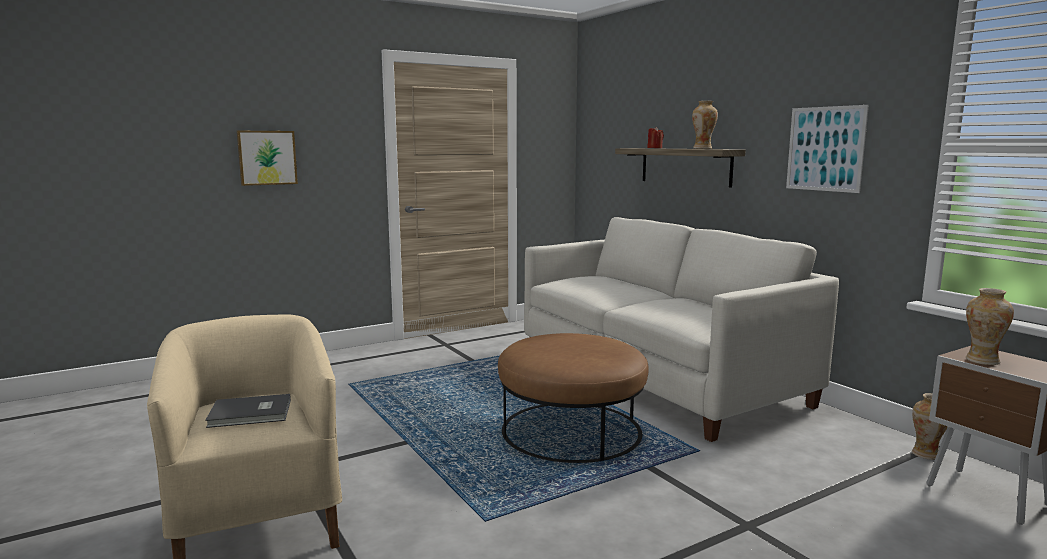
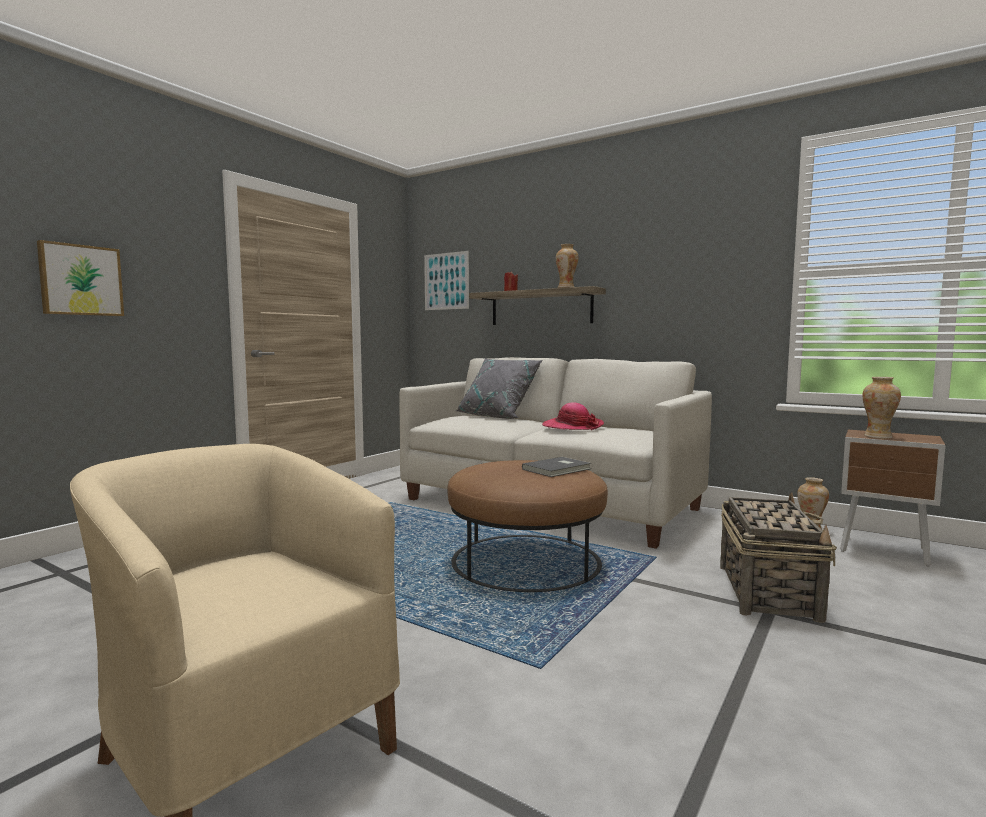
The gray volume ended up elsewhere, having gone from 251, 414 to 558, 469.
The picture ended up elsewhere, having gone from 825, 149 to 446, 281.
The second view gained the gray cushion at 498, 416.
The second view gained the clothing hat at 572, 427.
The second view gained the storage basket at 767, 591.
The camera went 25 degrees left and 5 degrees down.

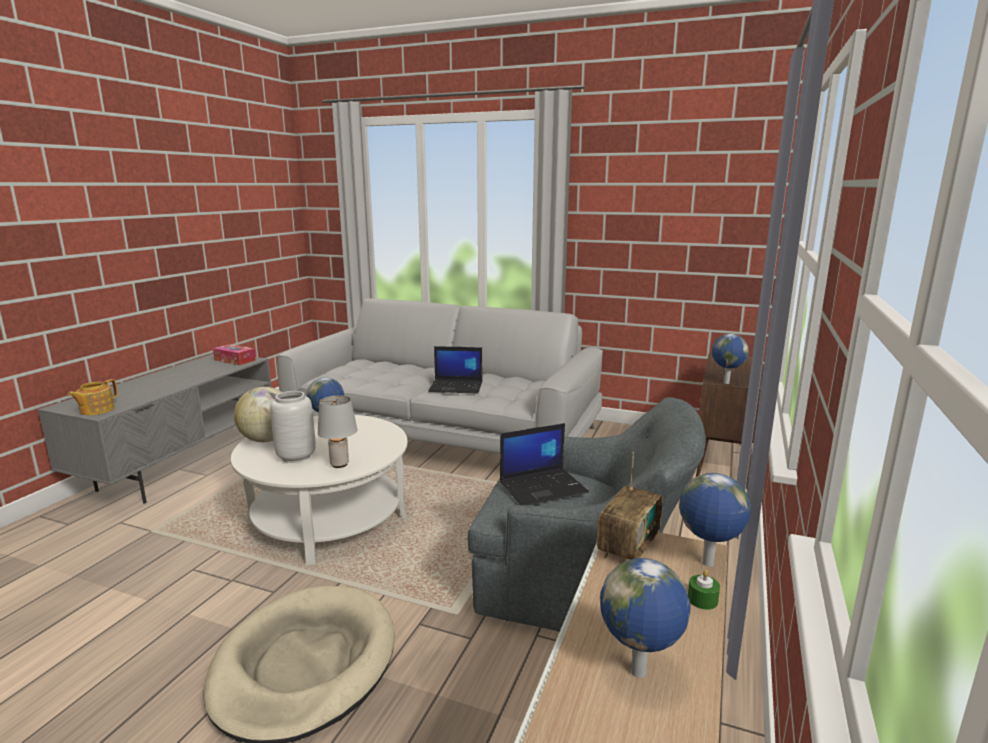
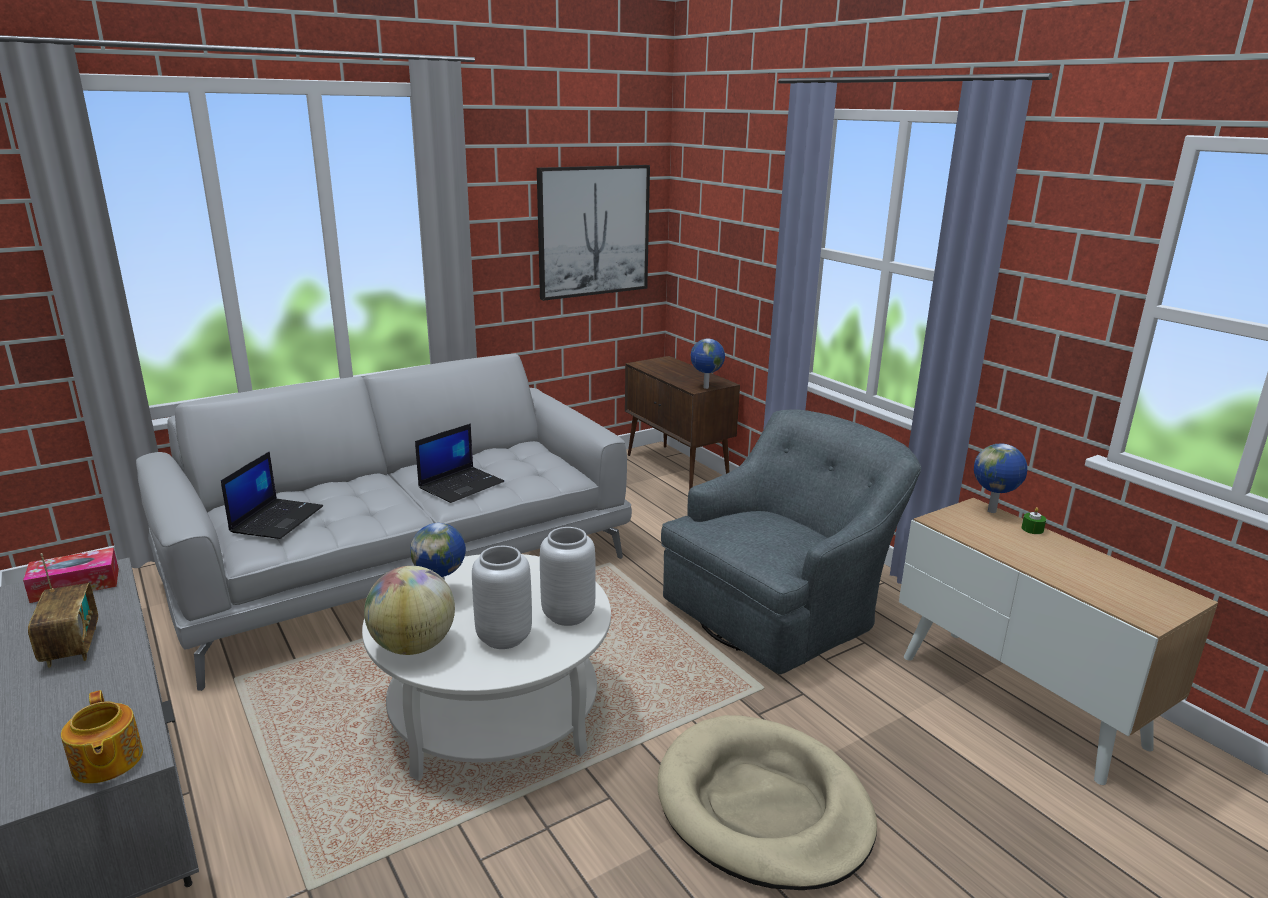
Where the gray table lamp stood at 340, 464, the gray decorative vase came to stand at 567, 615.
The notebook computer ended up elsewhere, having gone from 543, 487 to 277, 519.
The radio receiver ended up elsewhere, having gone from 628, 547 to 71, 647.
The second view lost the globe at 639, 674.
The second view gained the picture at 593, 231.
The camera went 55 degrees left and 5 degrees up.

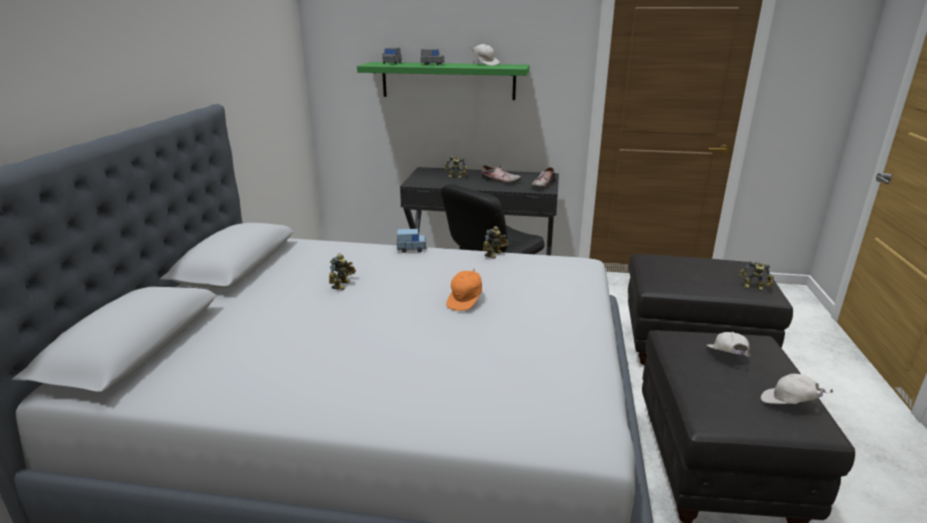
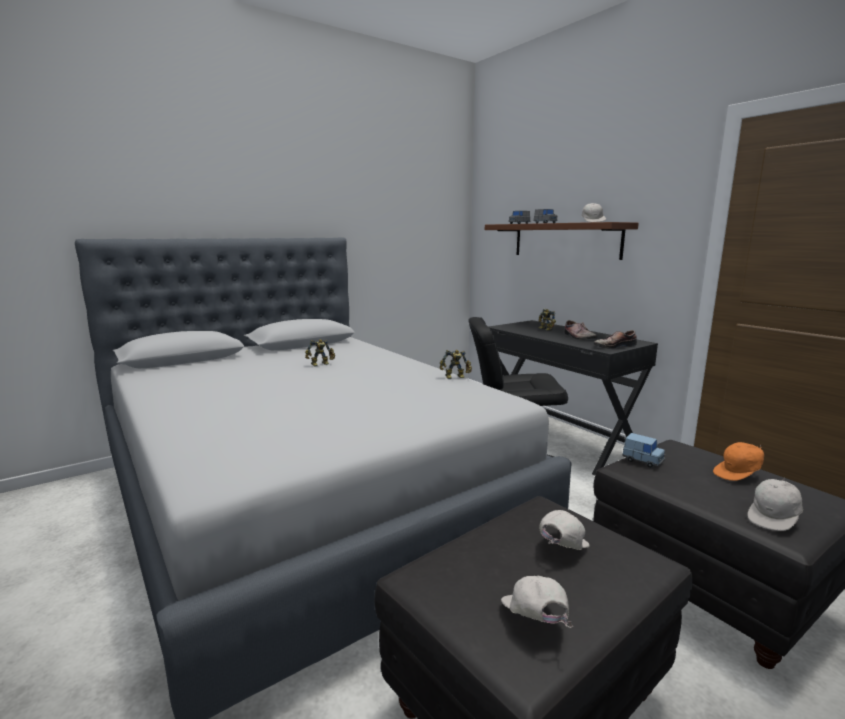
What was the green-coloured wall shelf at 448, 80 turned into the brownish wall shelf at 565, 240.
The blue toy car ended up elsewhere, having gone from 411, 249 to 642, 461.
The orangey peaked cap ended up elsewhere, having gone from 466, 301 to 739, 474.
Where the toy robot stood at 754, 287, the white-coloured peaked cap came to stand at 774, 518.
The camera went 45 degrees right and 10 degrees down.

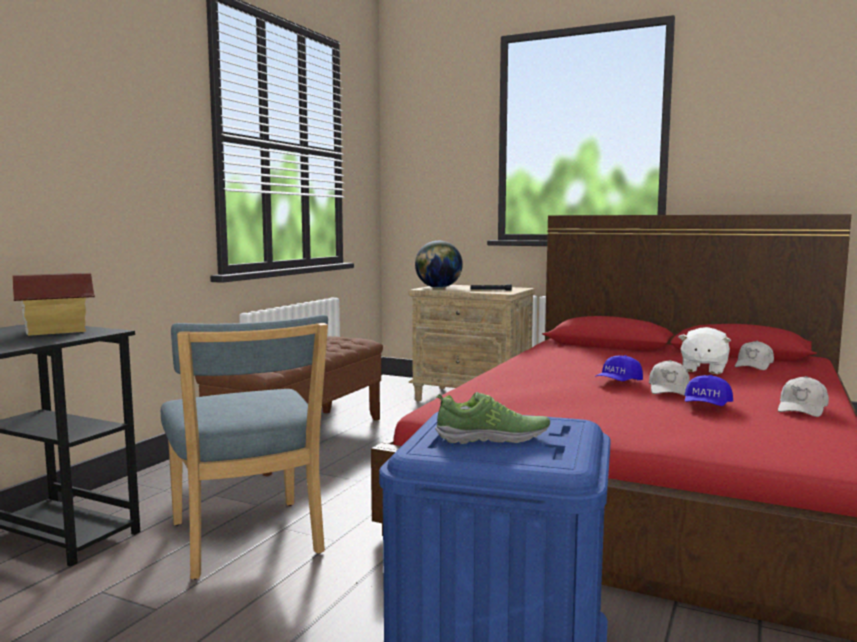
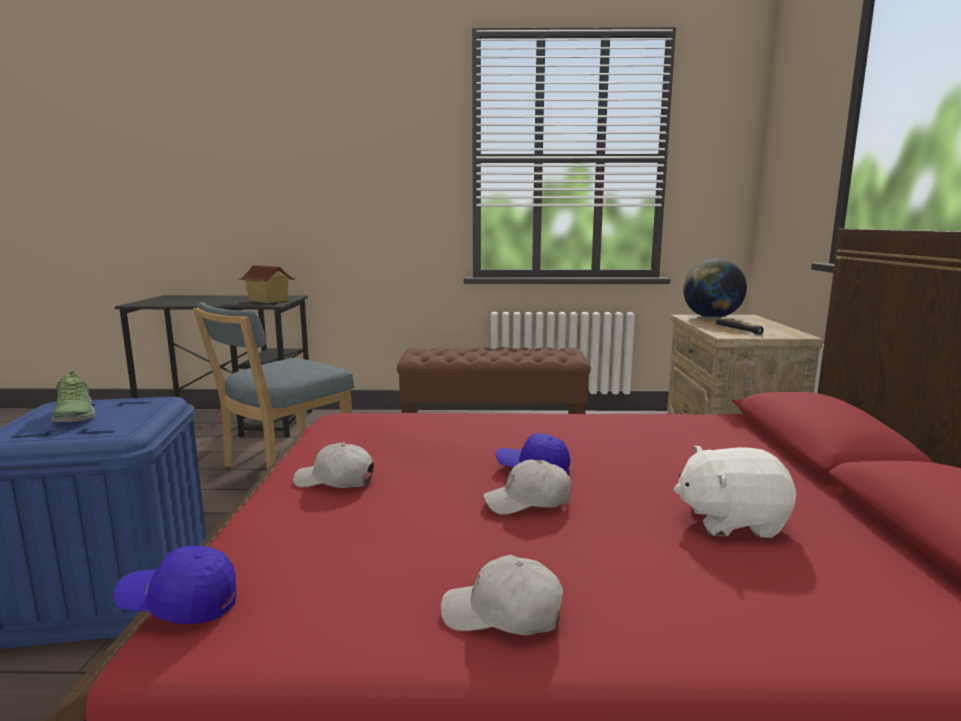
The blue peaked cap ended up elsewhere, having gone from 706, 407 to 179, 604.
The white-coloured peaked cap ended up elsewhere, having gone from 754, 365 to 335, 480.
The camera went 65 degrees right and 5 degrees up.

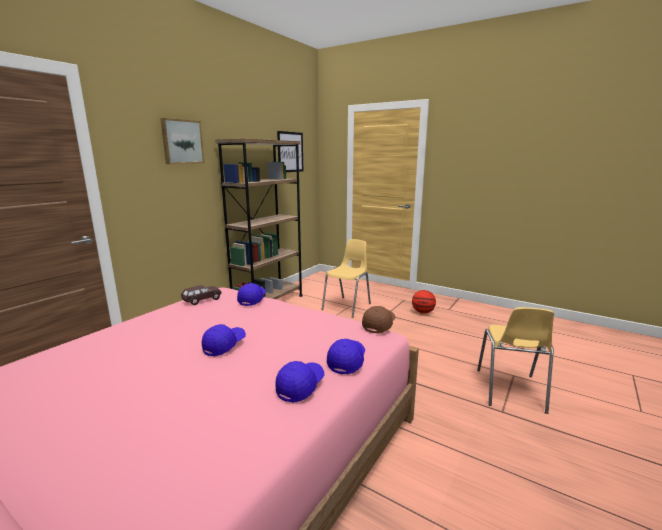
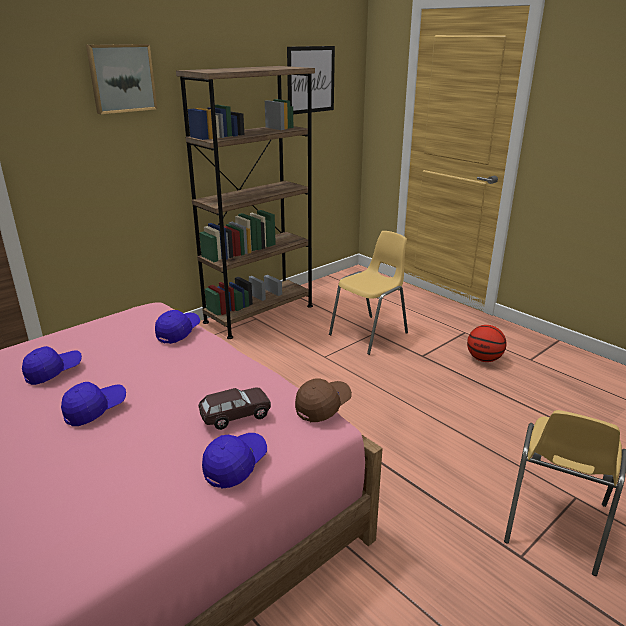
The brownish toy car ended up elsewhere, having gone from 202, 300 to 235, 416.
The blue peaked cap ended up elsewhere, having gone from 300, 386 to 53, 372.
The camera went 15 degrees right and 10 degrees up.

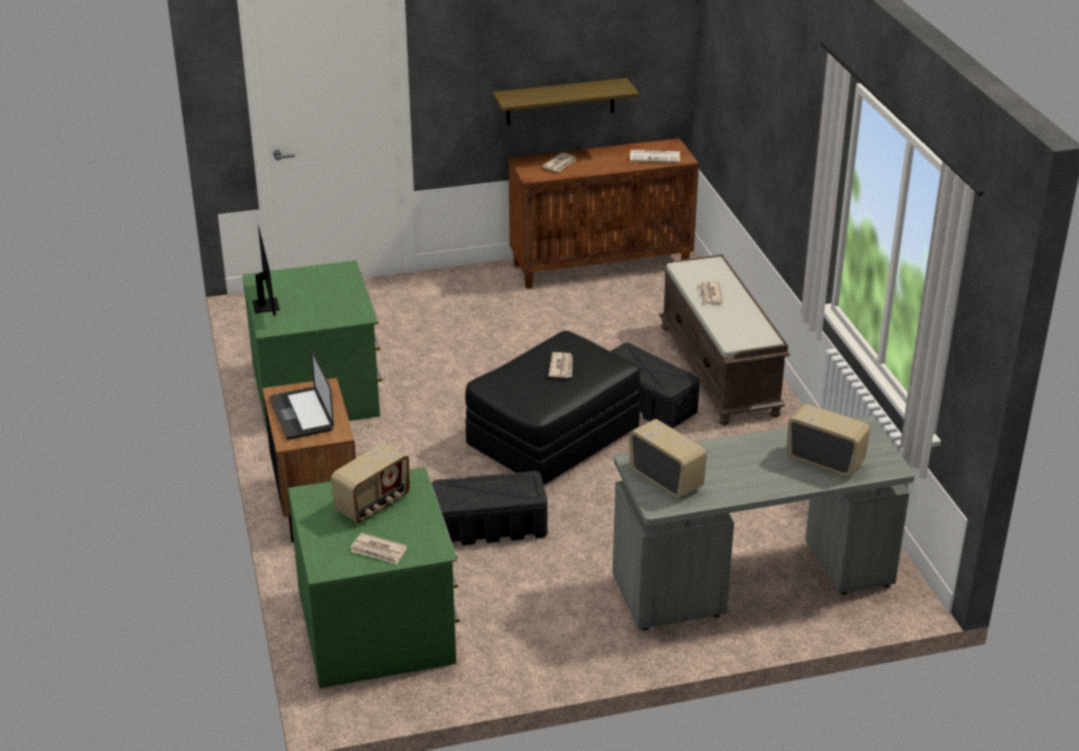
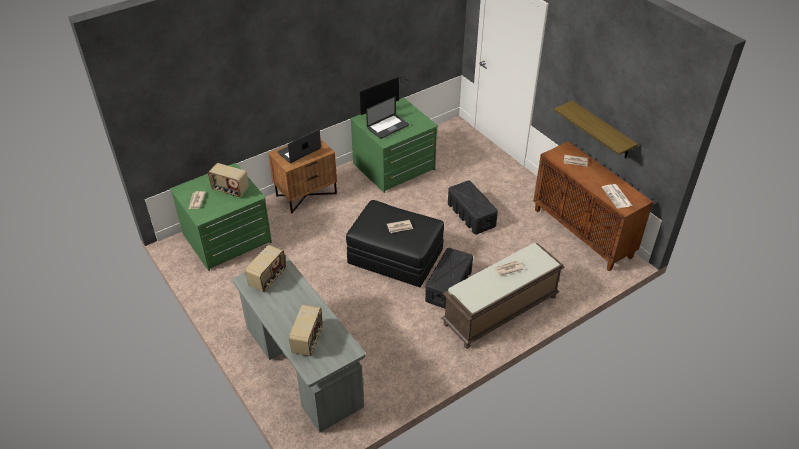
The black-coloured storage bin ended up elsewhere, having gone from 489, 527 to 471, 215.
The second view gained the notebook computer at 388, 127.
The camera went 70 degrees right and 10 degrees up.

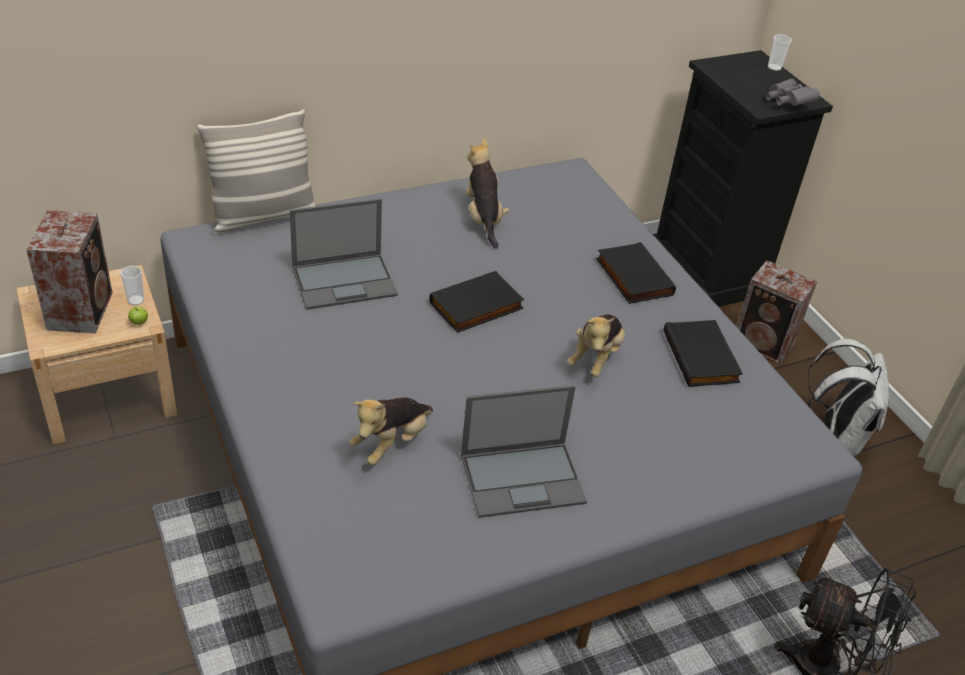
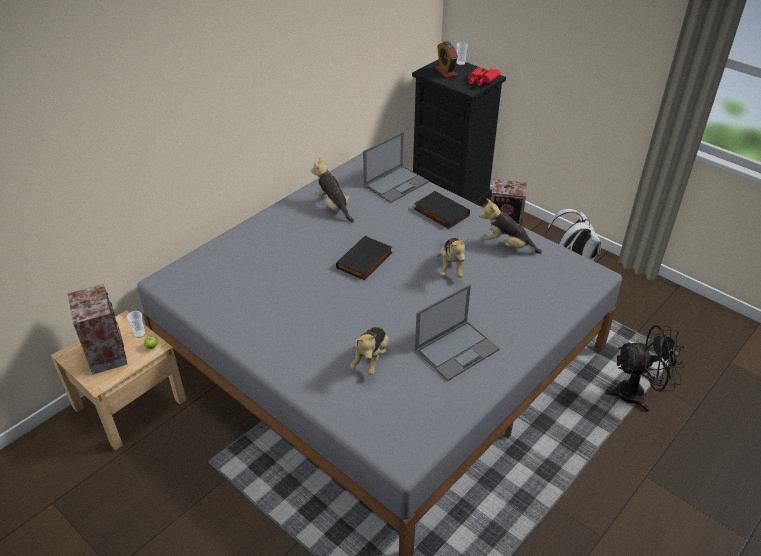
The second view lost the cushion at 263, 217.
The notebook computer ended up elsewhere, having gone from 345, 281 to 396, 183.
Where the black-coloured volume stood at 702, 357, the soft toy came to stand at 507, 245.
What was the gray binoculars at 786, 102 turned into the red binoculars at 481, 82.
The second view gained the table clock at 446, 72.
The camera went 20 degrees left and 0 degrees up.

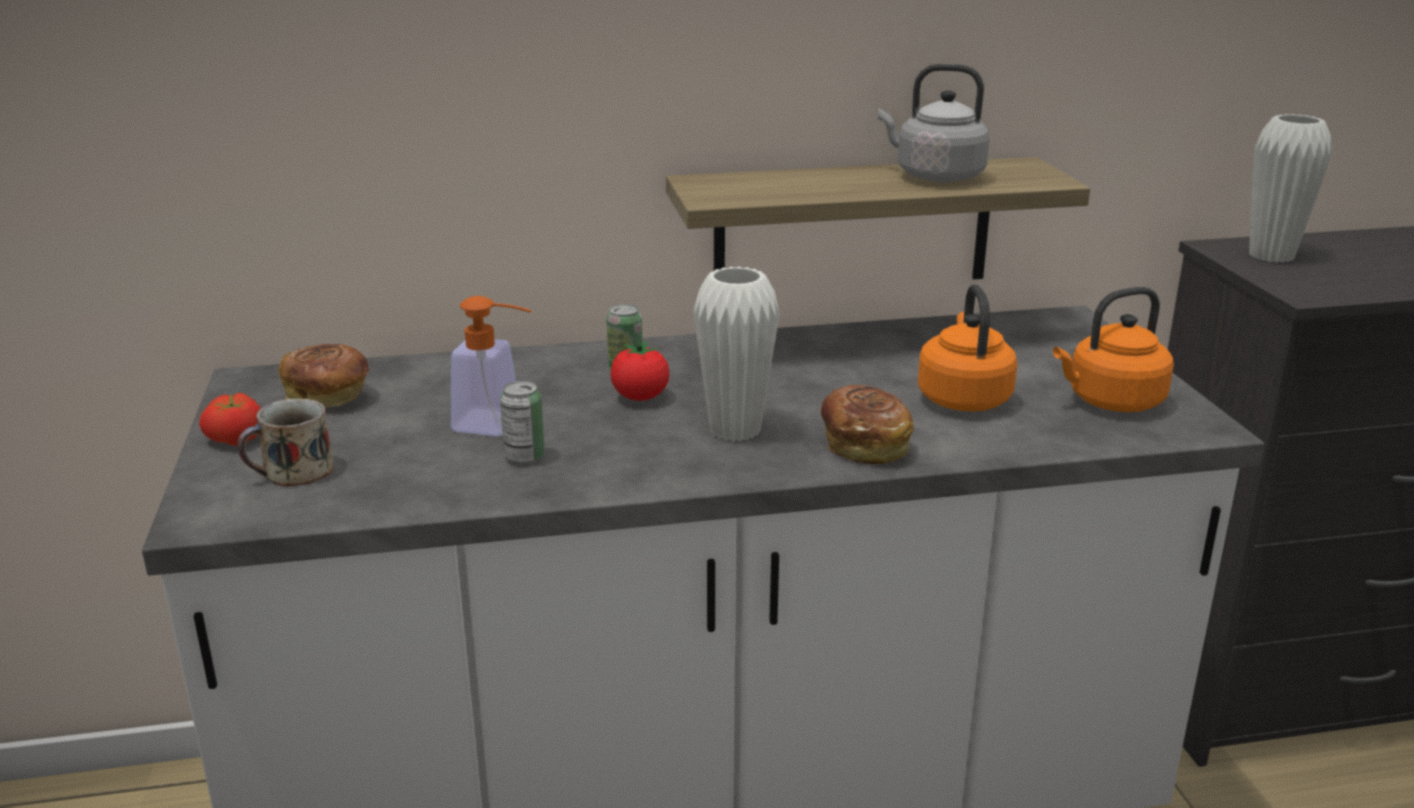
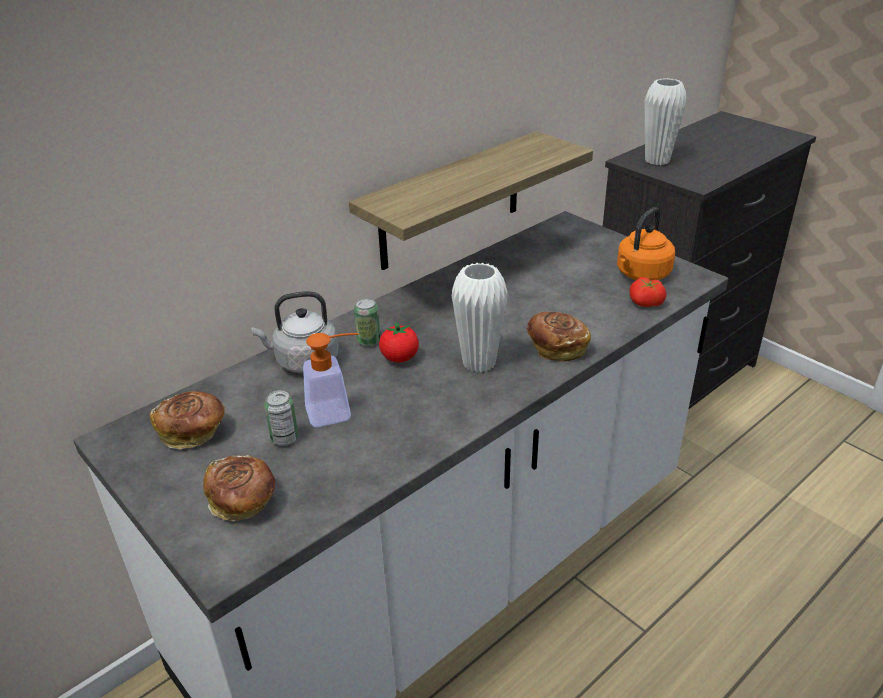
The fresh tomato ended up elsewhere, having gone from 235, 439 to 645, 303.
Where the tea mug stood at 294, 472, the bakery bread came to stand at 243, 501.
The sealed can ended up elsewhere, having gone from 524, 457 to 284, 438.
The gray water kettle ended up elsewhere, having gone from 935, 176 to 304, 361.
The second view lost the orangey water kettle at 963, 397.
The camera went 30 degrees left and 10 degrees up.

